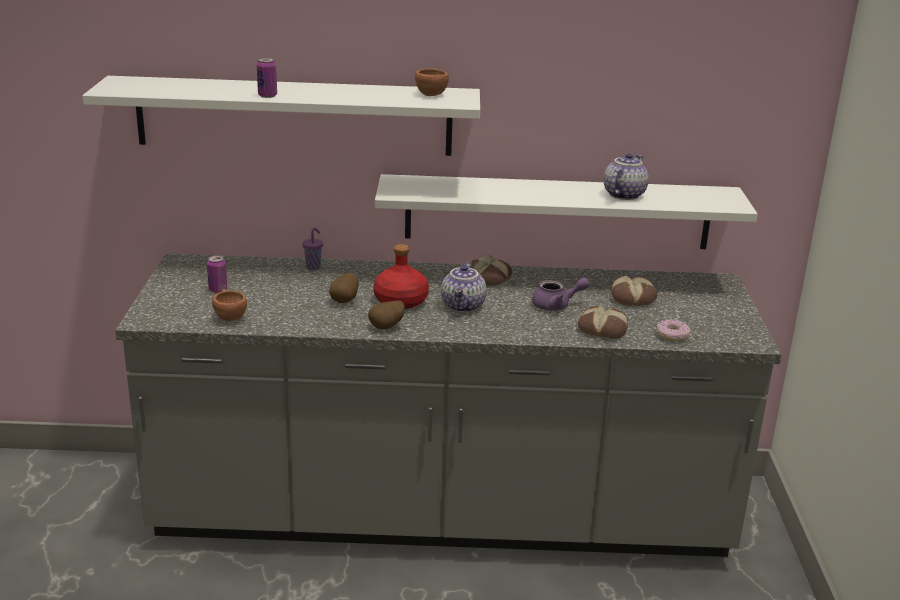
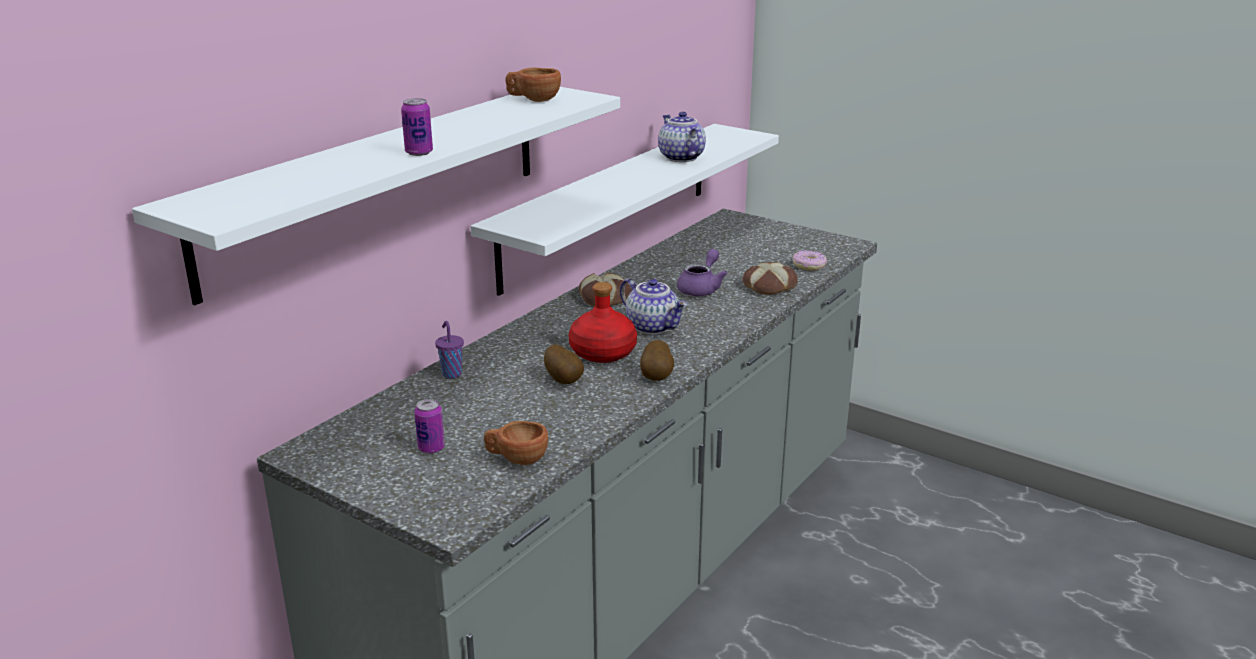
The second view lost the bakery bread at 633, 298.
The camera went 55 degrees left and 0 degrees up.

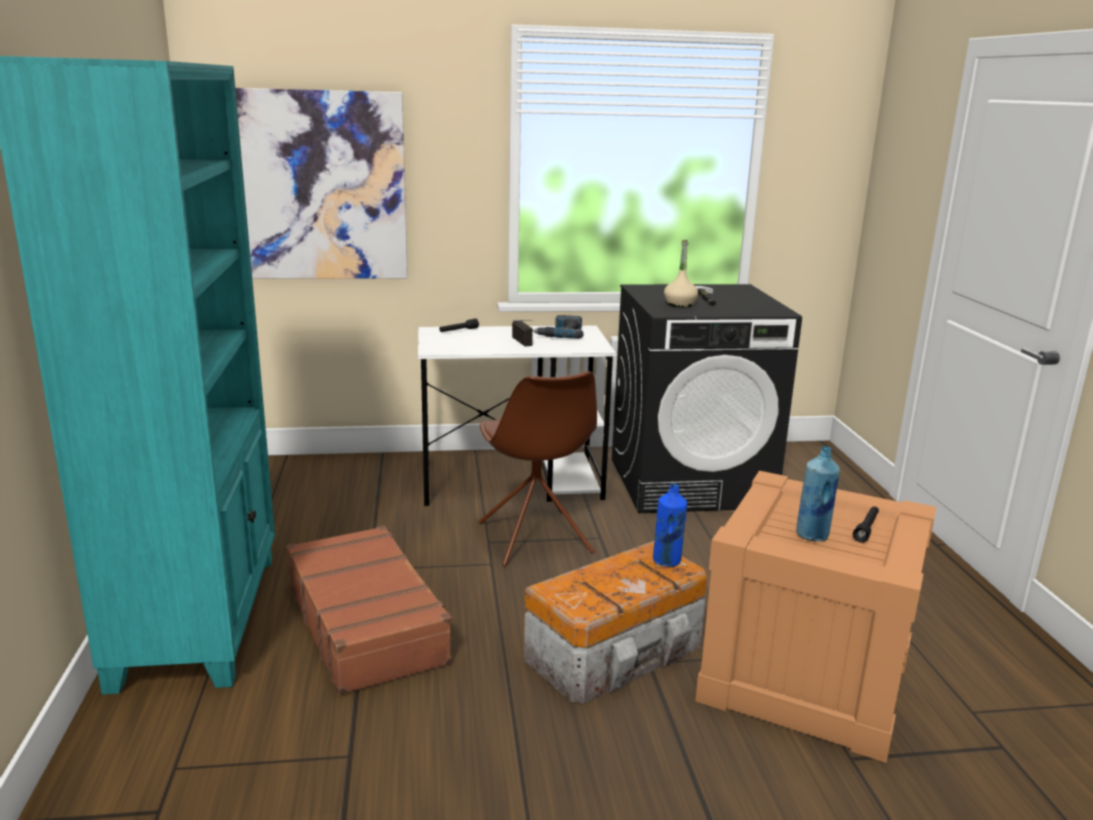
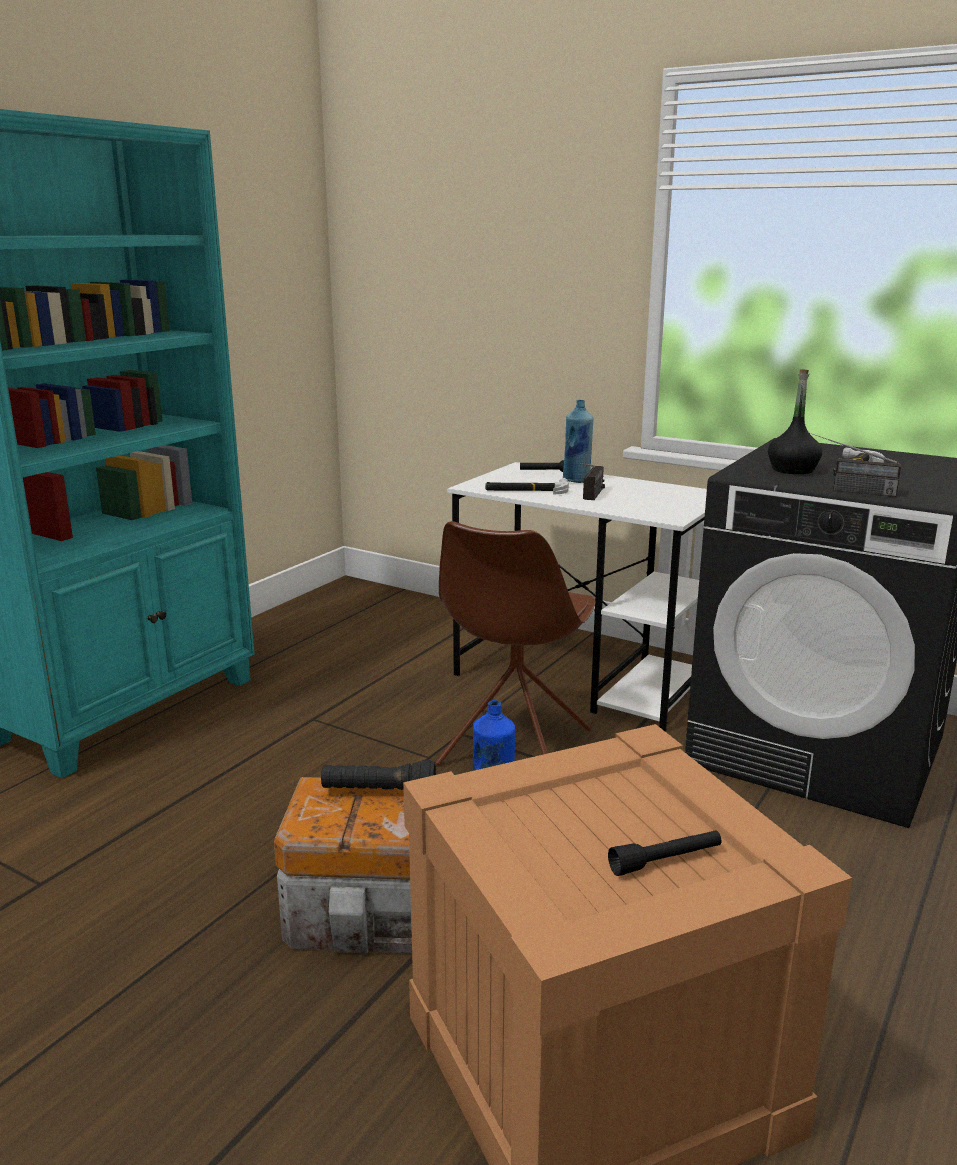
The second view lost the picture at 312, 186.
The second view lost the brownish travel case at 367, 623.
The second view lost the electric drill at 560, 333.
What was the beige-coloured drink bottle at 679, 304 turned into the black-coloured drink bottle at 792, 470.
The blue drink bottle ended up elsewhere, having gone from 812, 535 to 576, 480.
The second view gained the black-coloured torch at 379, 793.
The second view gained the tool hammer at 527, 490.
The second view gained the radio receiver at 847, 490.
The camera went 40 degrees right and 0 degrees up.

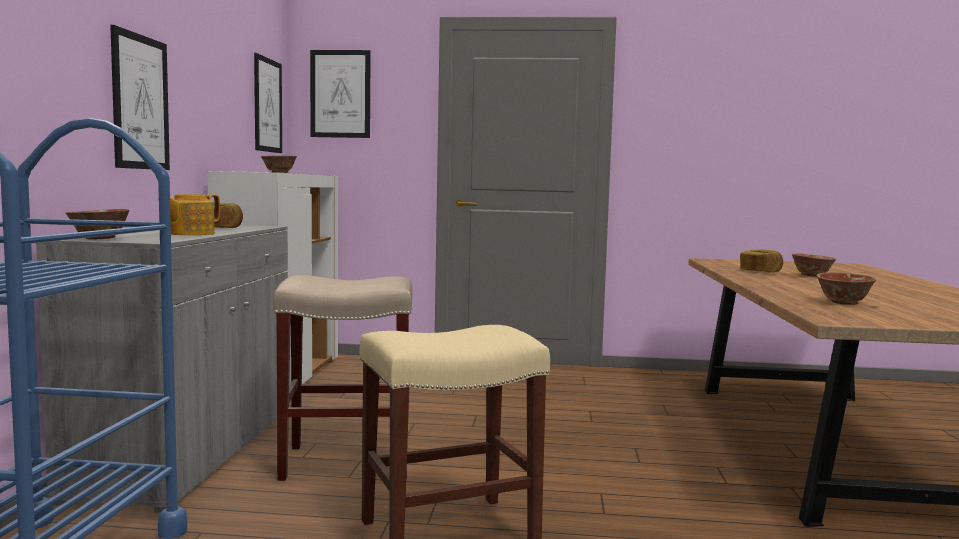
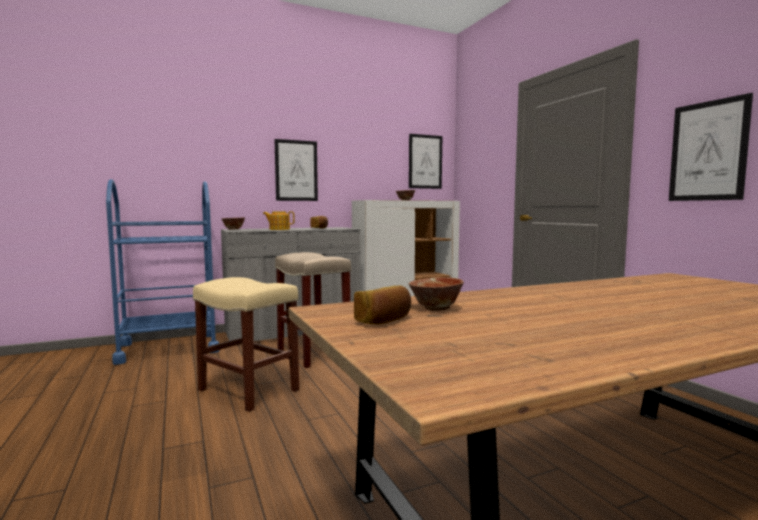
The picture ended up elsewhere, having gone from 340, 94 to 708, 151.
The bakery bread ended up elsewhere, having gone from 761, 272 to 384, 320.
The second view lost the bowl at 812, 276.
The camera went 60 degrees right and 0 degrees up.

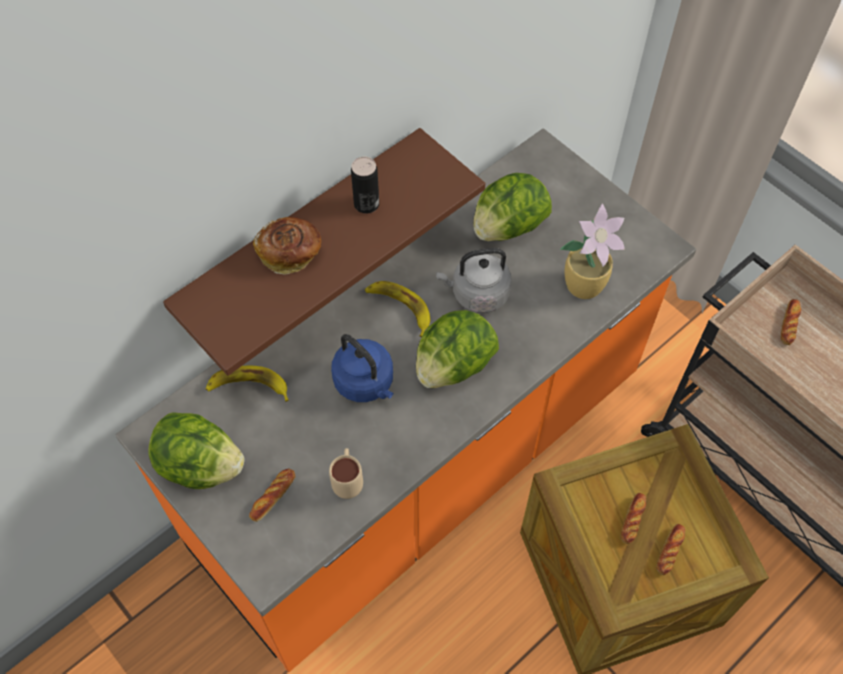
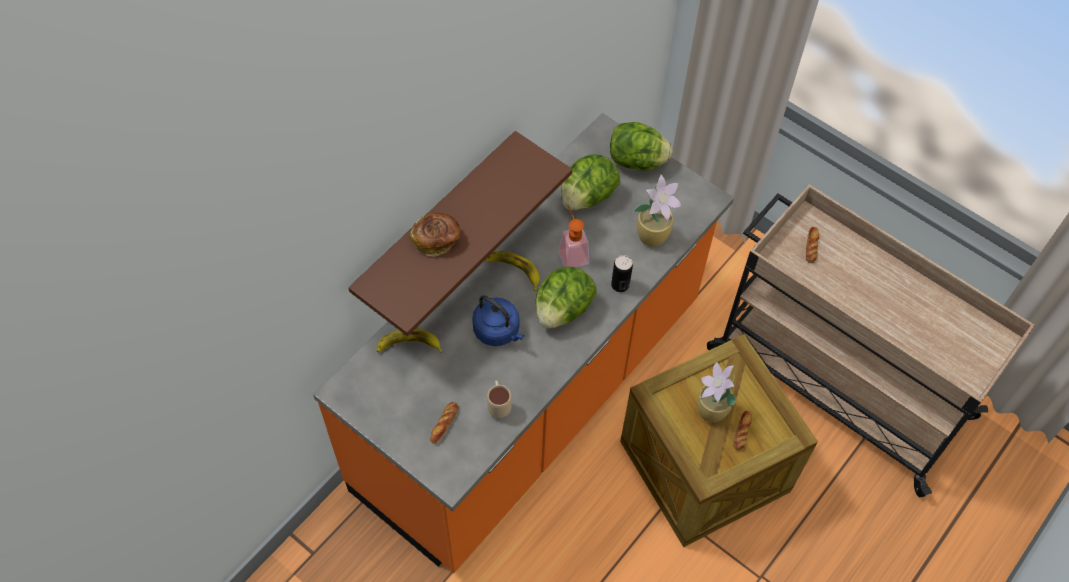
The lettuce head ended up elsewhere, having gone from 201, 466 to 637, 161.
The sealed can ended up elsewhere, having gone from 366, 204 to 620, 284.
Where the gray water kettle stood at 477, 294, the soap bottle came to stand at 571, 252.
Where the bakery bread stood at 632, 519, the houseplant came to stand at 711, 412.
The camera went 10 degrees left and 0 degrees up.

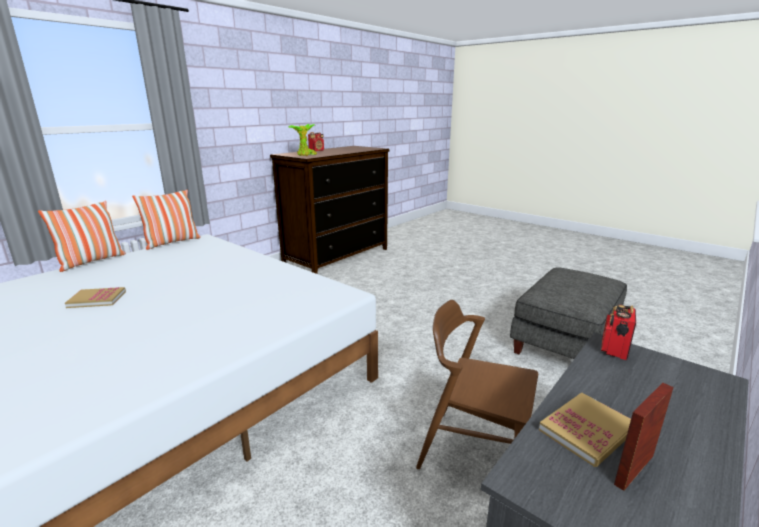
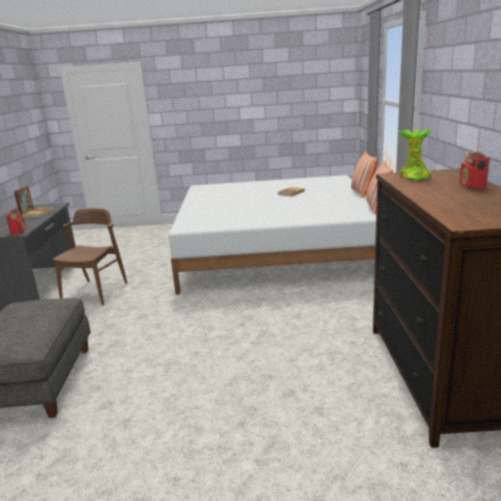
The brownish upright chair at 474, 452 ended up facing another way, 60 degrees counterclockwise from before.
The camera went 140 degrees right and 0 degrees up.

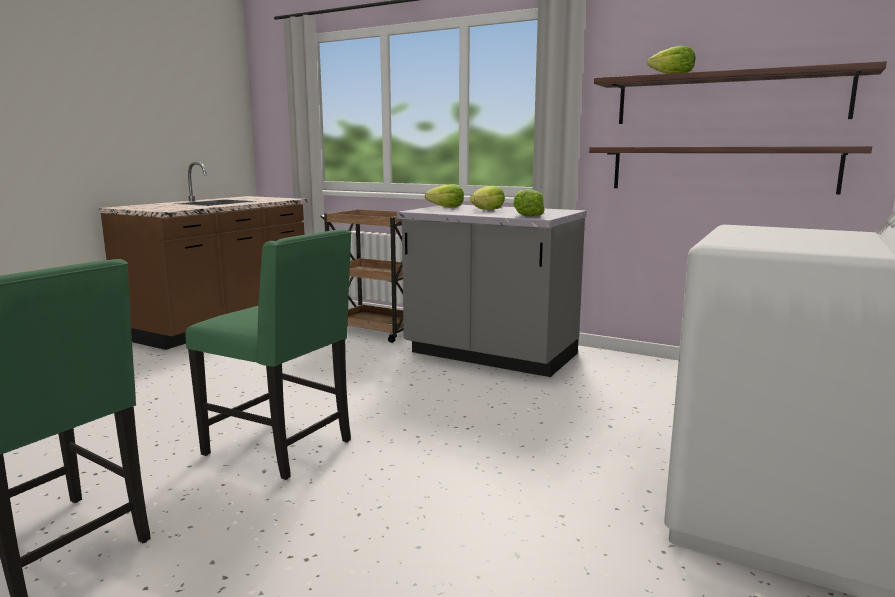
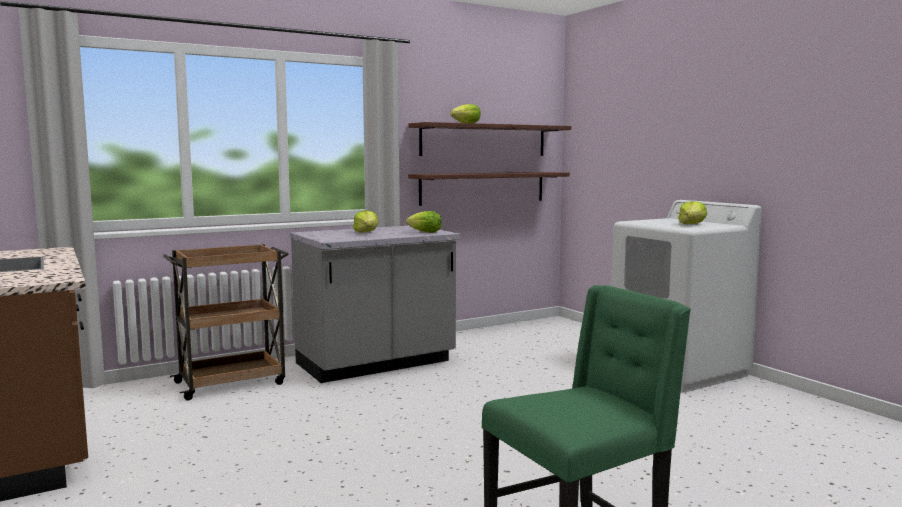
The second view lost the green-coloured upright chair at 282, 447.
The lettuce head ended up elsewhere, having gone from 446, 207 to 692, 224.
The camera went 60 degrees left and 5 degrees down.

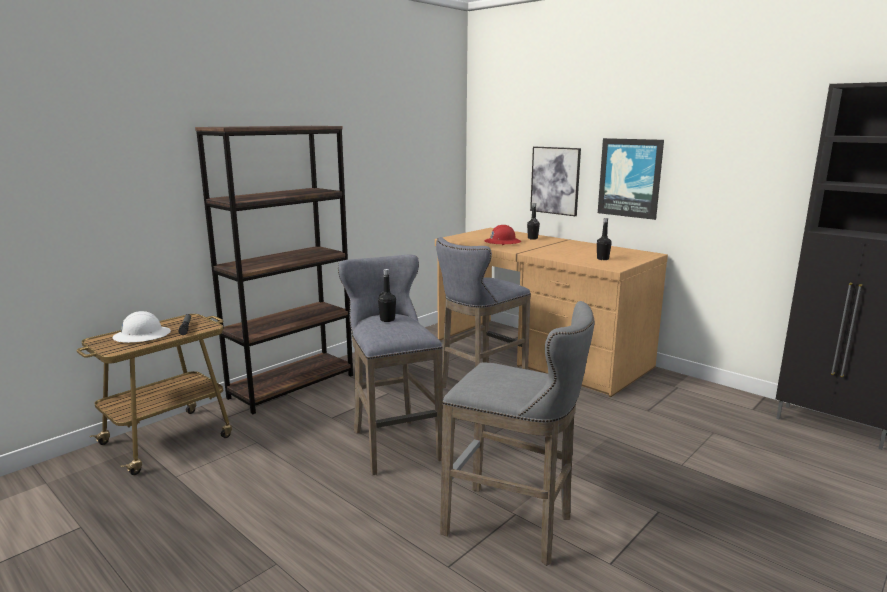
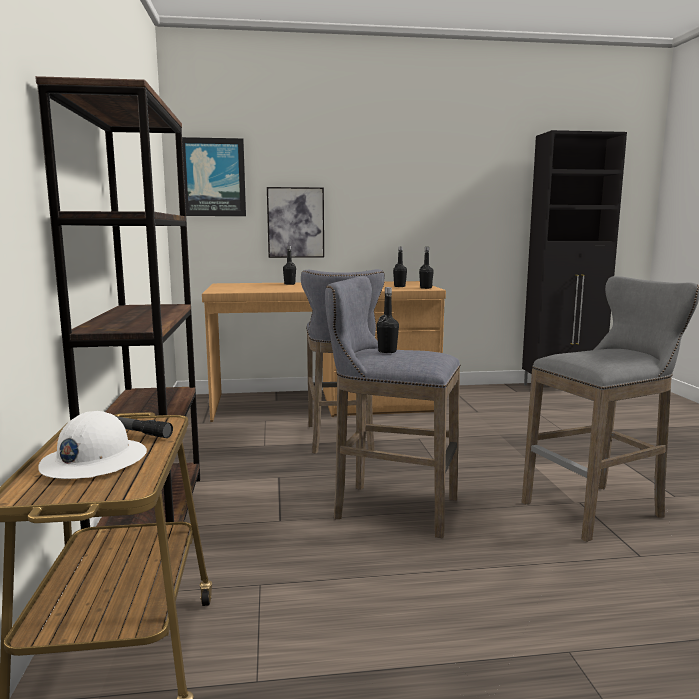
The second view lost the red work helmet at 502, 242.
The picture ended up elsewhere, having gone from 630, 178 to 213, 177.
The second view gained the black-coloured drink bottle at 425, 288.
The camera went 50 degrees left and 5 degrees down.

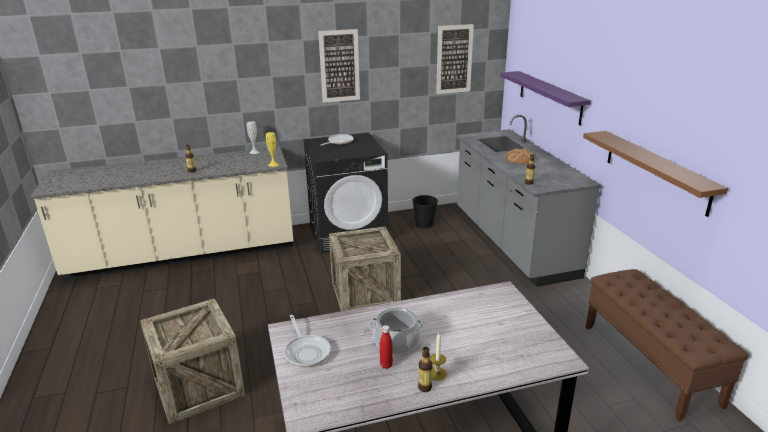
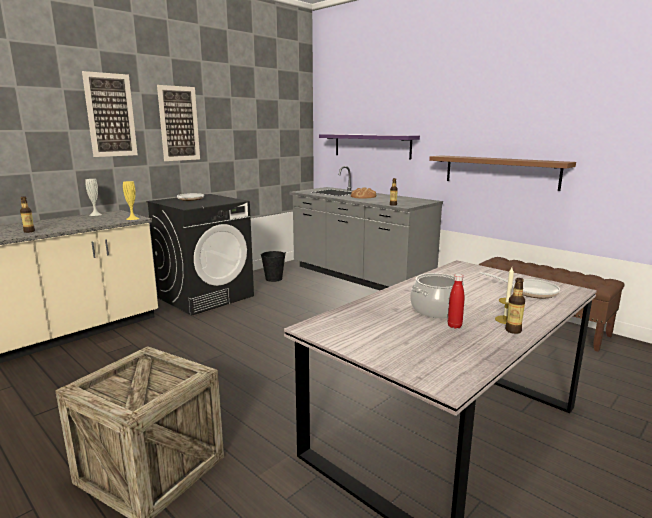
The skillet ended up elsewhere, having gone from 306, 351 to 529, 291.
The second view lost the crate at 365, 293.
The picture ended up elsewhere, having gone from 454, 59 to 111, 115.
The camera went 30 degrees left and 10 degrees down.

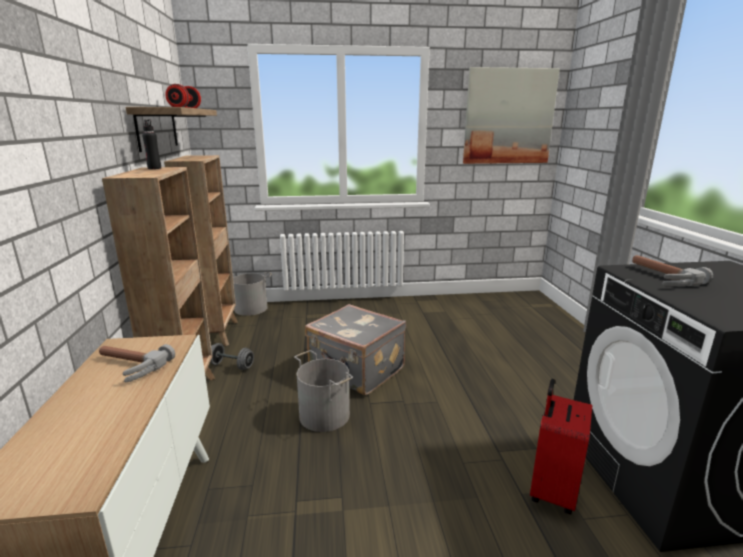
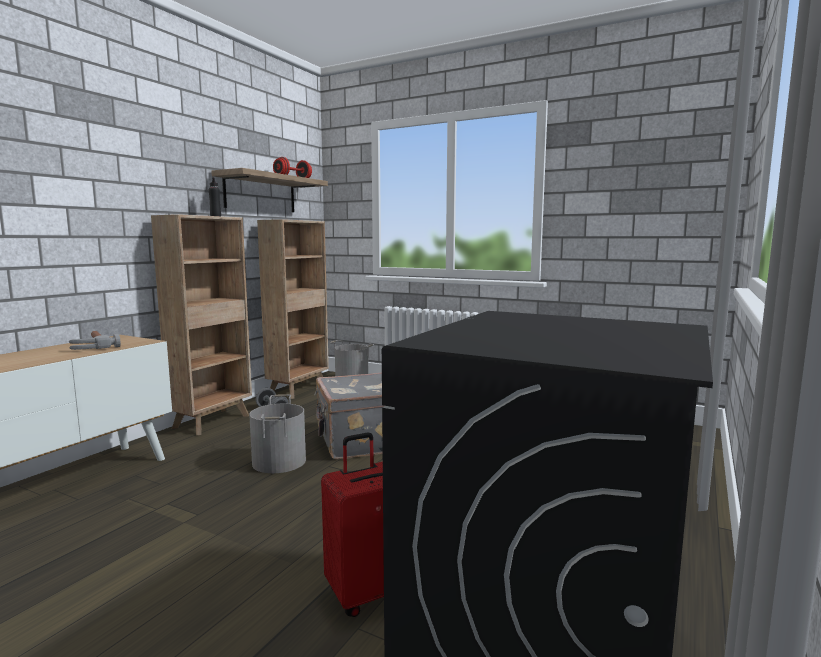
The second view lost the picture at 508, 117.
The second view lost the tool hammer at 658, 277.
The camera went 35 degrees right and 10 degrees down.

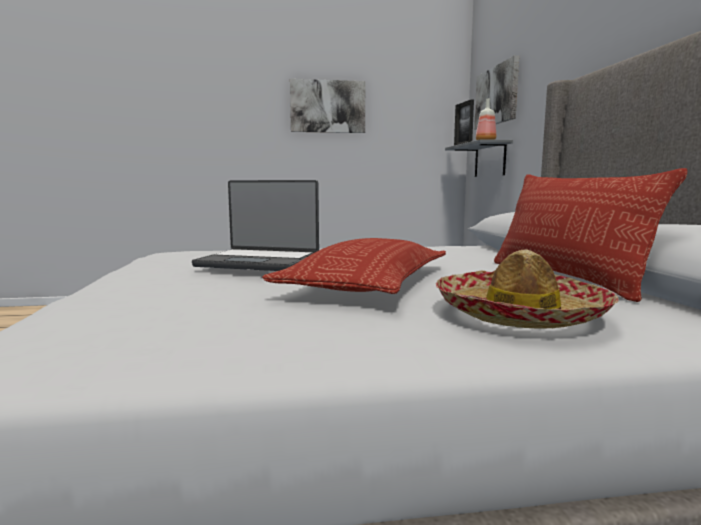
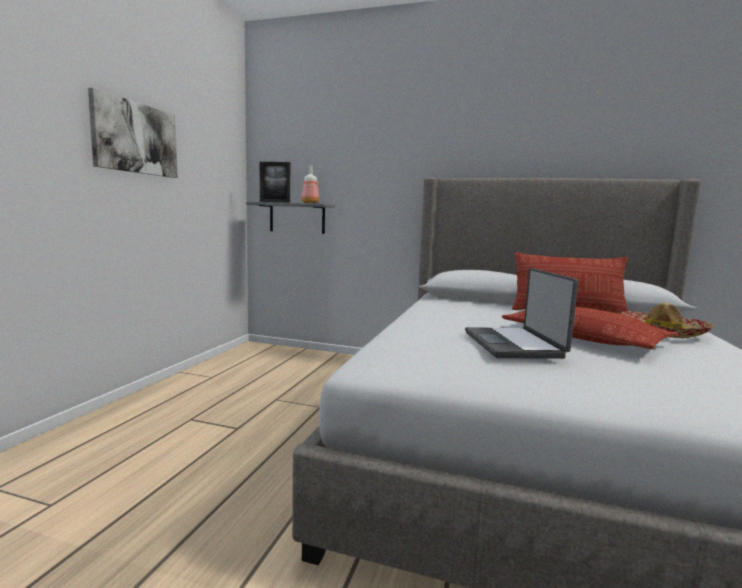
The notebook computer at 260, 262 ended up facing another way, 135 degrees clockwise from before.
The second view lost the picture at 496, 96.
The camera went 65 degrees left and 0 degrees up.

